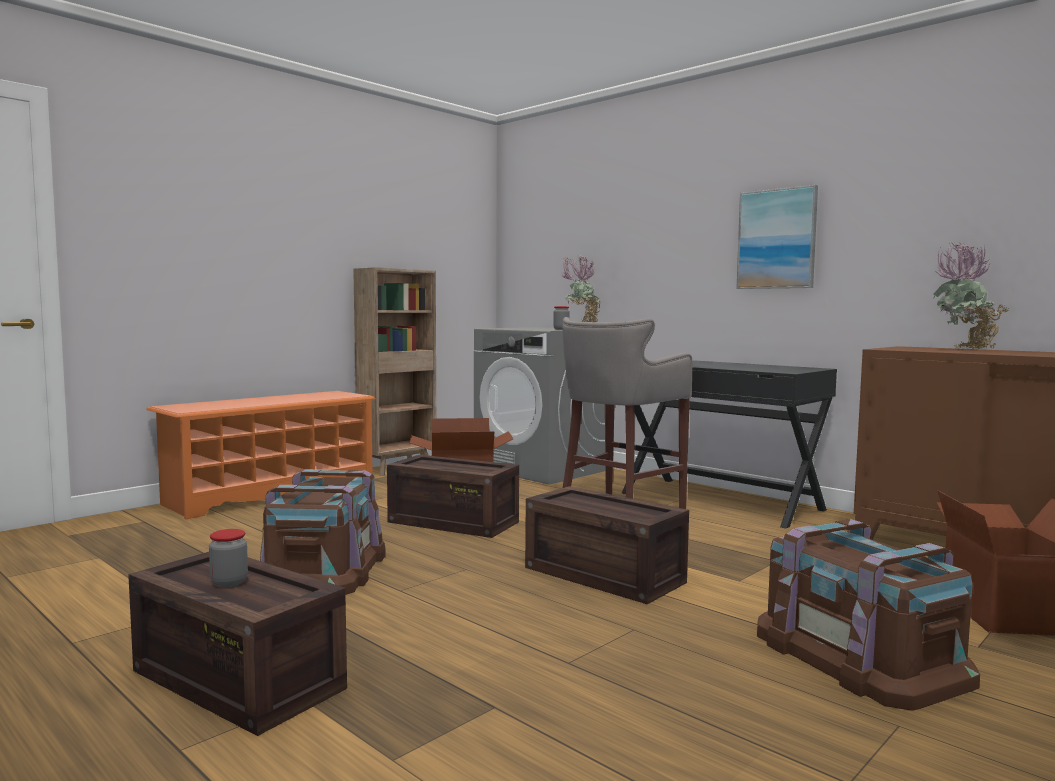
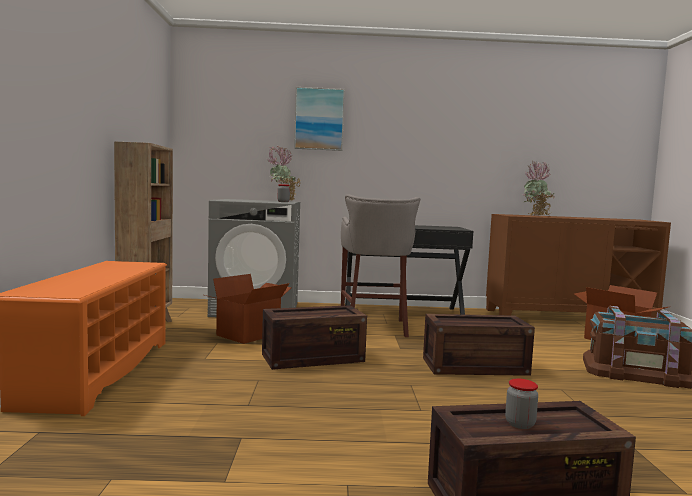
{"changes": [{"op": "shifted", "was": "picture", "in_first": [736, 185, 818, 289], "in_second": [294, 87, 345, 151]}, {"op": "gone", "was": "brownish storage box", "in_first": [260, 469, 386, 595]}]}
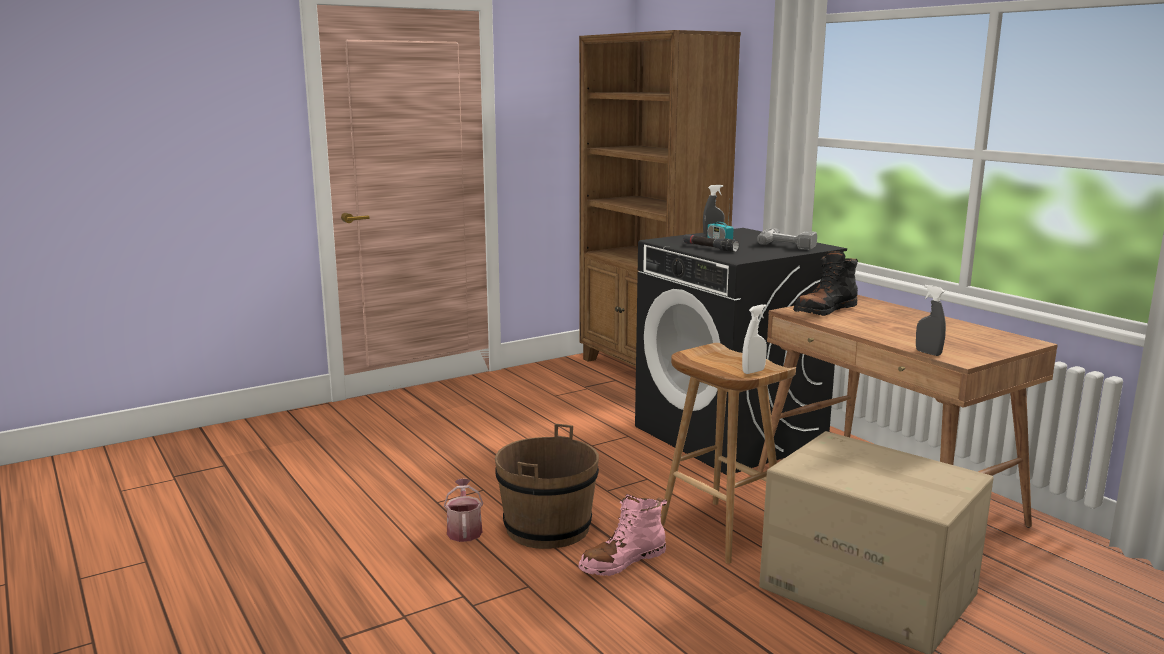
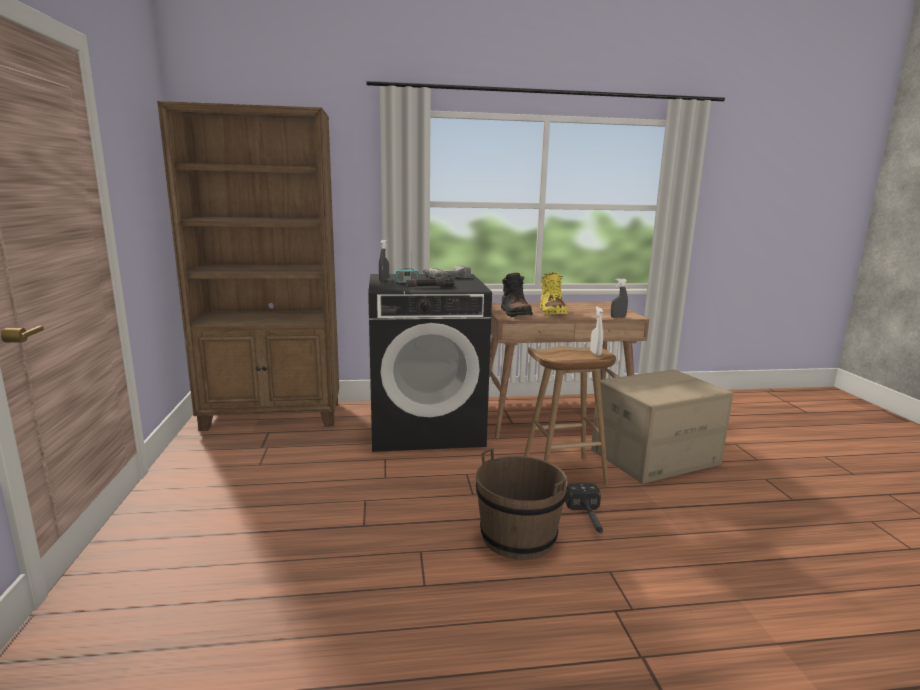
{"changes": [{"op": "new", "now": "yellow boot", "in_second": [540, 272, 568, 316]}, {"op": "swapped", "was": "pinkish boot", "now": "hammer", "in_first": [579, 494, 667, 576], "in_second": [565, 483, 603, 534]}, {"op": "gone", "was": "watering pot", "in_first": [444, 479, 483, 542]}]}
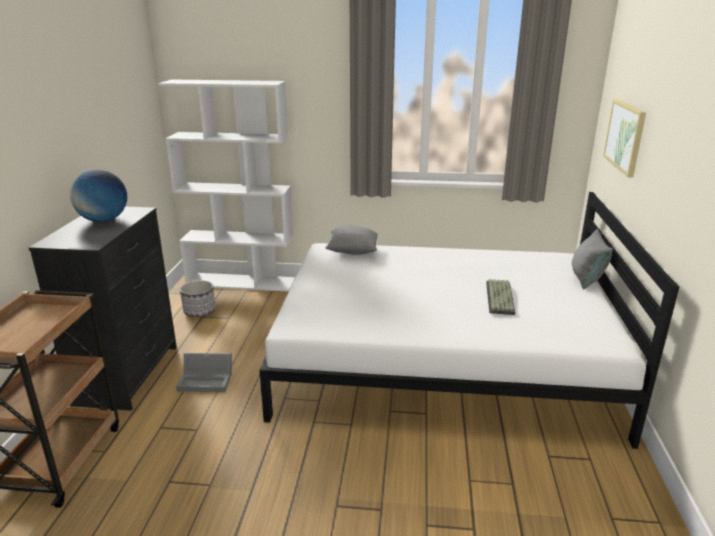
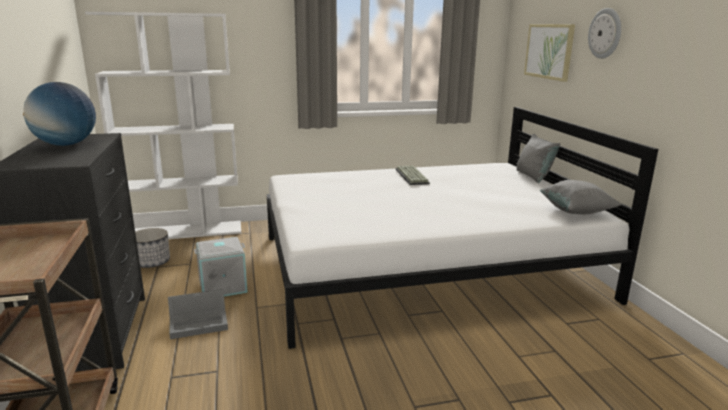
{"changes": [{"op": "new", "now": "greyish storage box", "in_second": [194, 237, 248, 296]}, {"op": "shifted", "was": "keyboard", "in_first": [486, 279, 515, 315], "in_second": [396, 166, 430, 185]}, {"op": "shifted", "was": "greyish throw pillow", "in_first": [326, 225, 378, 255], "in_second": [540, 180, 622, 214]}, {"op": "new", "now": "clock on the wall", "in_second": [588, 8, 621, 59]}]}
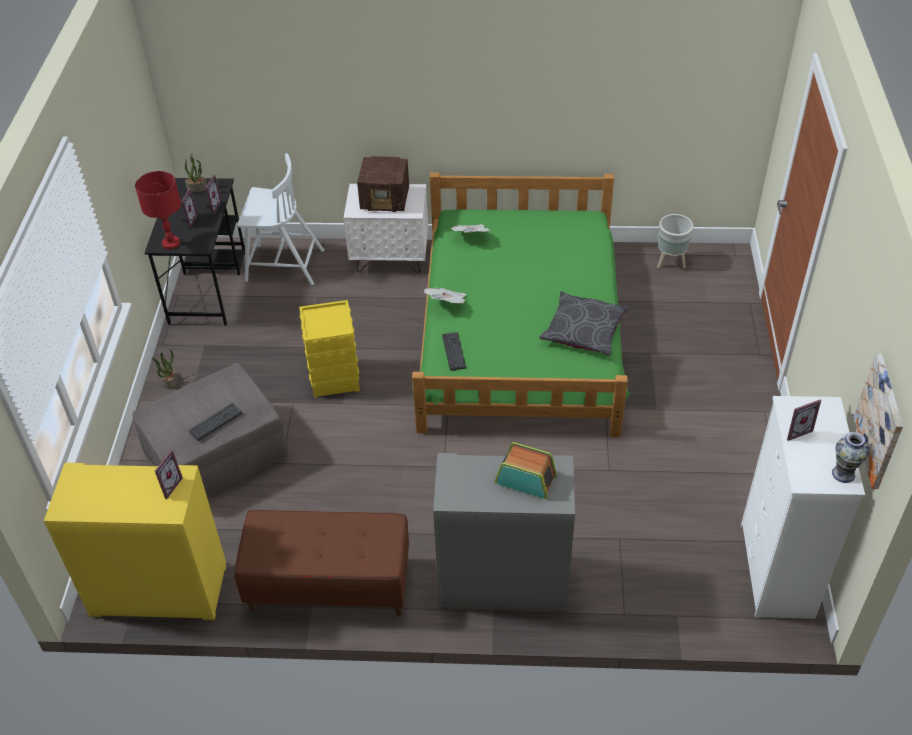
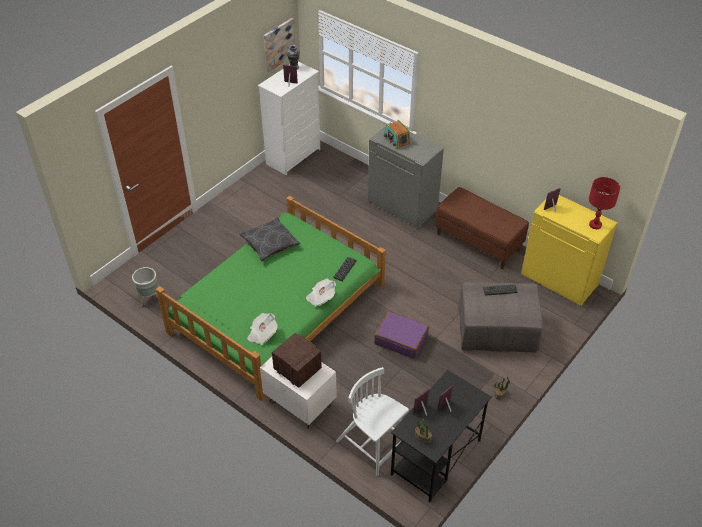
{"changes": [{"op": "swapped", "was": "yellow storage box", "now": "purplish piece of luggage", "in_first": [299, 300, 360, 398], "in_second": [374, 311, 429, 359]}, {"op": "shifted", "was": "reddish tabletop lamp", "in_first": [135, 171, 181, 250], "in_second": [589, 177, 620, 229]}]}
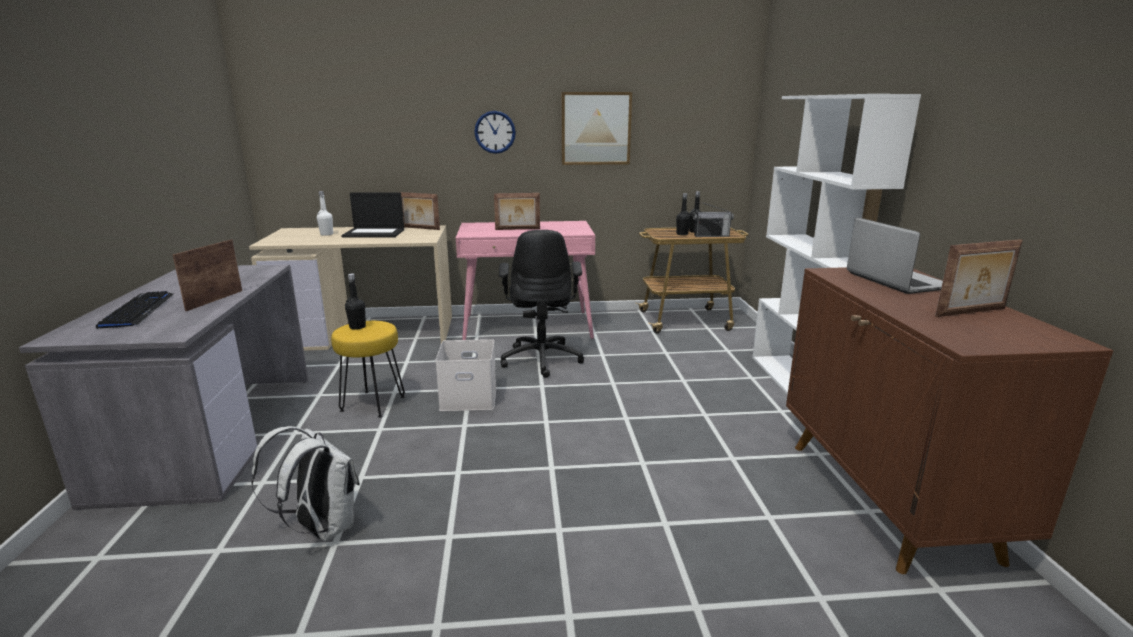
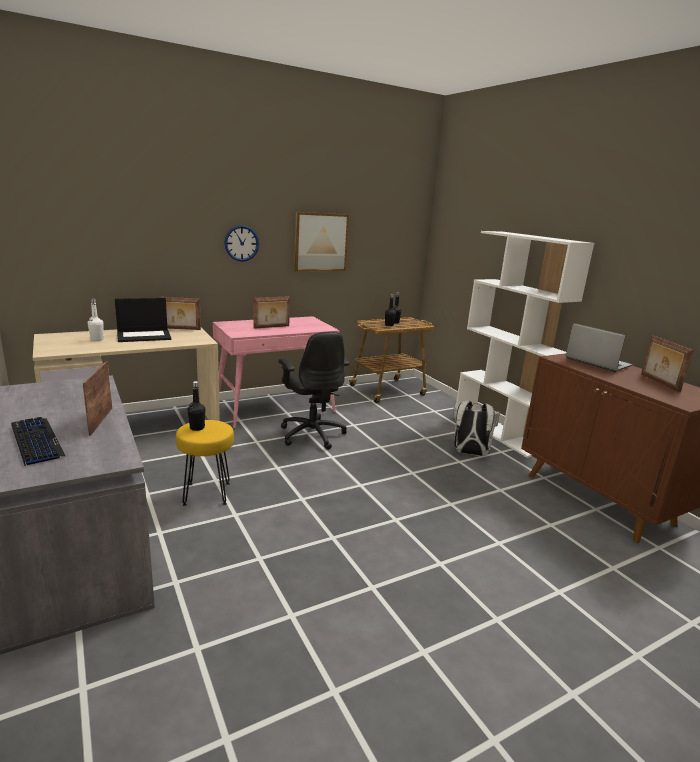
{"changes": [{"op": "shifted", "was": "white rucksack", "in_first": [251, 426, 360, 541], "in_second": [453, 401, 500, 456]}, {"op": "rotated", "was": "photo frame", "in_first": [935, 239, 1023, 317], "in_second": [641, 335, 693, 392], "clockwise": 120}, {"op": "gone", "was": "white storage box", "in_first": [435, 339, 497, 411]}, {"op": "gone", "was": "radio set", "in_first": [693, 202, 734, 237]}]}
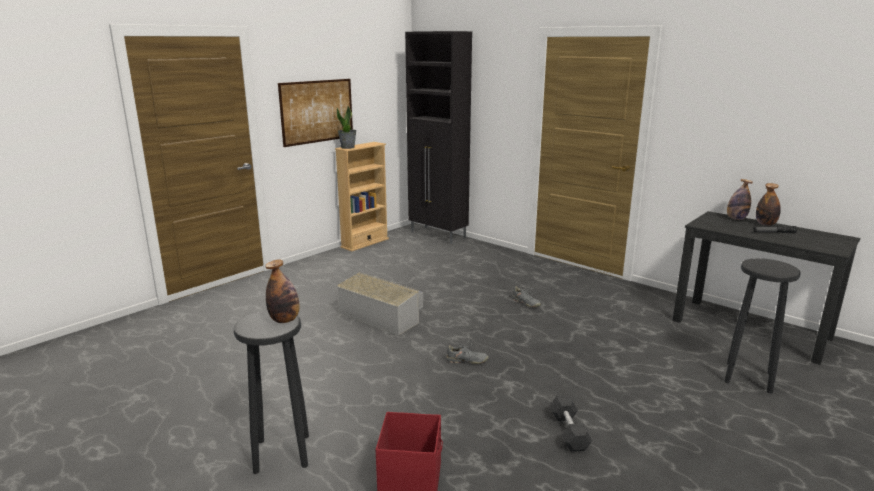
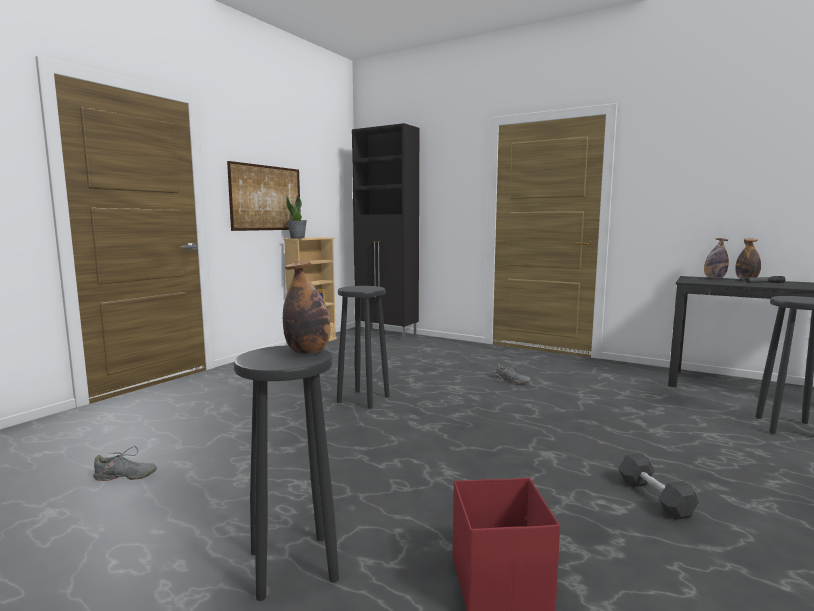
{"changes": [{"op": "shifted", "was": "greyish shoe", "in_first": [446, 340, 488, 364], "in_second": [93, 446, 157, 481]}, {"op": "swapped", "was": "greyish storage box", "now": "black-coloured sitting stool", "in_first": [337, 272, 423, 335], "in_second": [337, 286, 390, 409]}]}
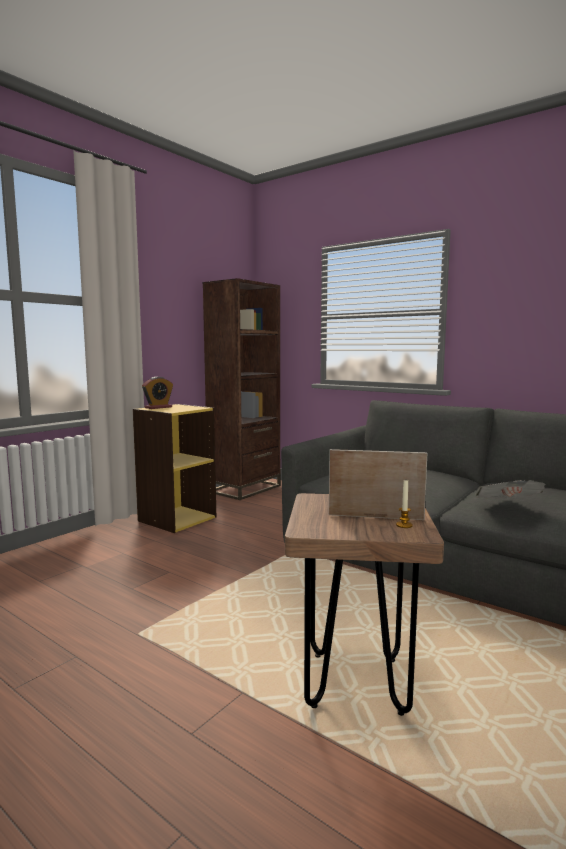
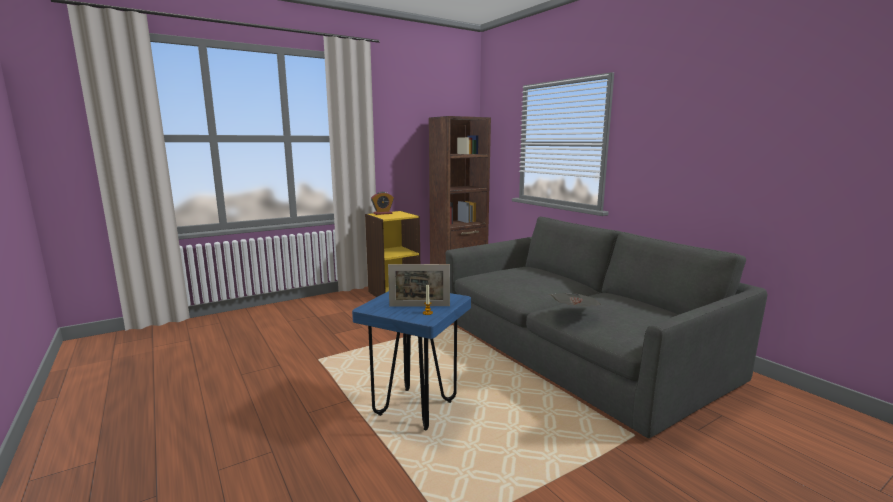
{"changes": [{"op": "repainted", "was": "brownish sitting stool", "now": "bluish sitting stool", "in_first": [285, 493, 444, 716], "in_second": [352, 291, 471, 430]}, {"op": "rotated", "was": "photo frame", "in_first": [329, 449, 427, 520], "in_second": [388, 264, 450, 307], "clockwise": 150}]}
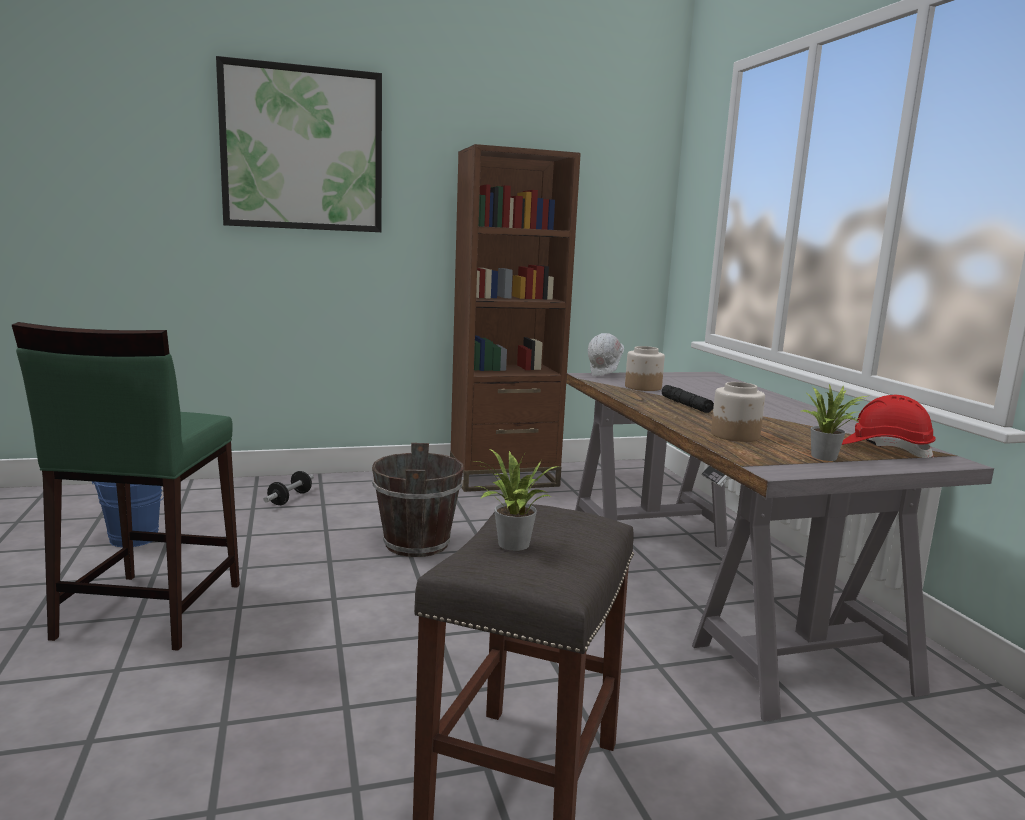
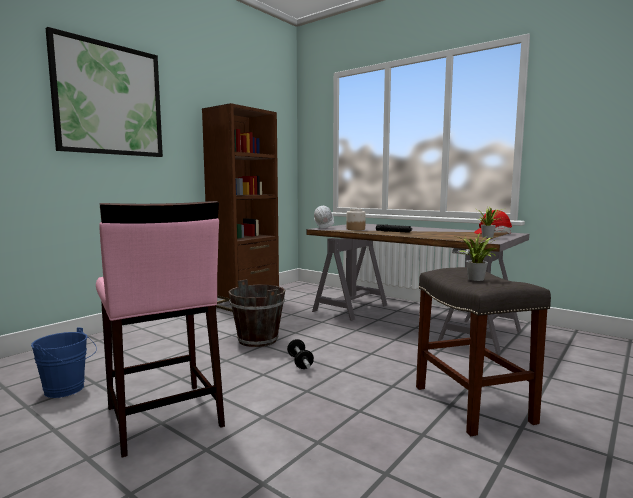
{"changes": [{"op": "repainted", "was": "greenish sitting stool", "now": "pinkish sitting stool", "in_first": [12, 322, 240, 651], "in_second": [96, 201, 225, 457]}, {"op": "shifted", "was": "dumbbell", "in_first": [264, 471, 314, 505], "in_second": [287, 339, 314, 369]}, {"op": "gone", "was": "preserve jar", "in_first": [711, 382, 765, 442]}]}
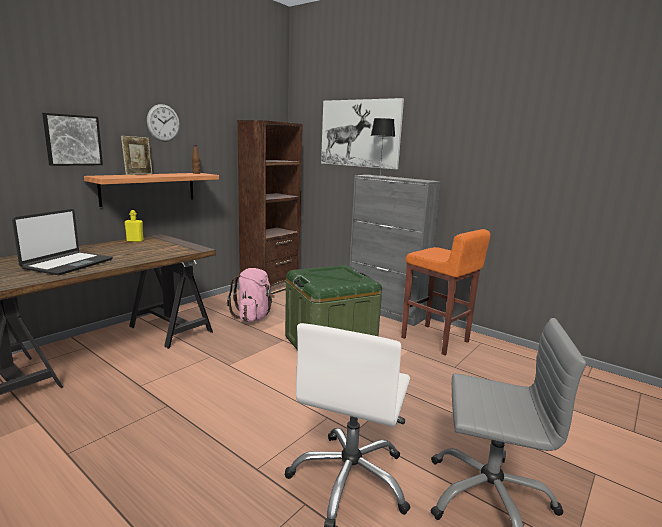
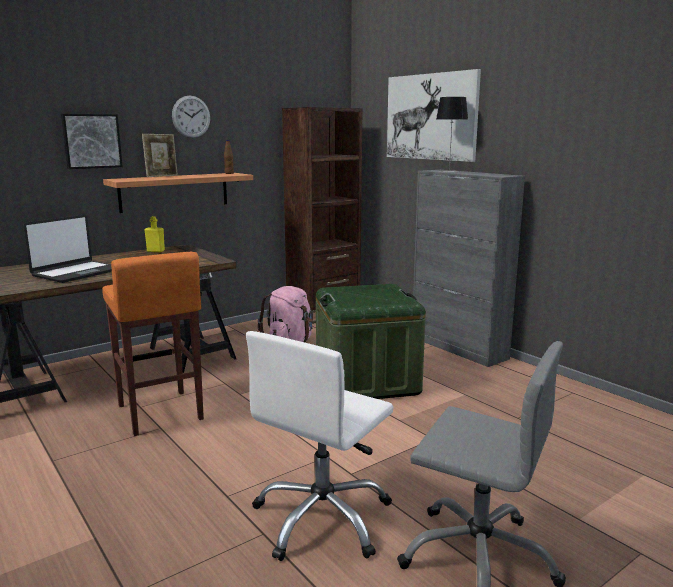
{"changes": [{"op": "shifted", "was": "orange-coloured sitting stool", "in_first": [401, 229, 490, 356], "in_second": [102, 252, 204, 436]}]}
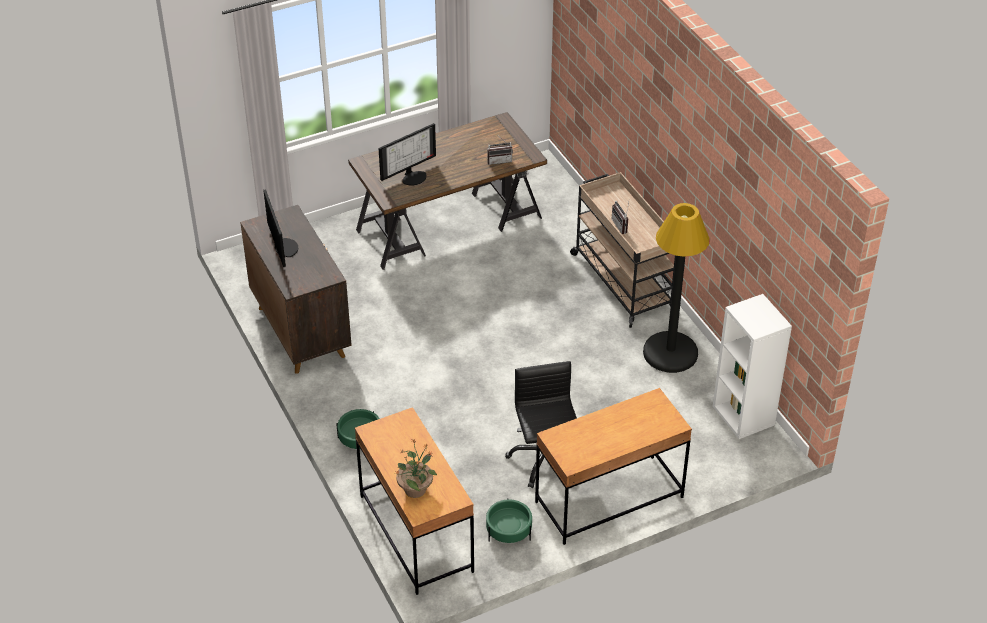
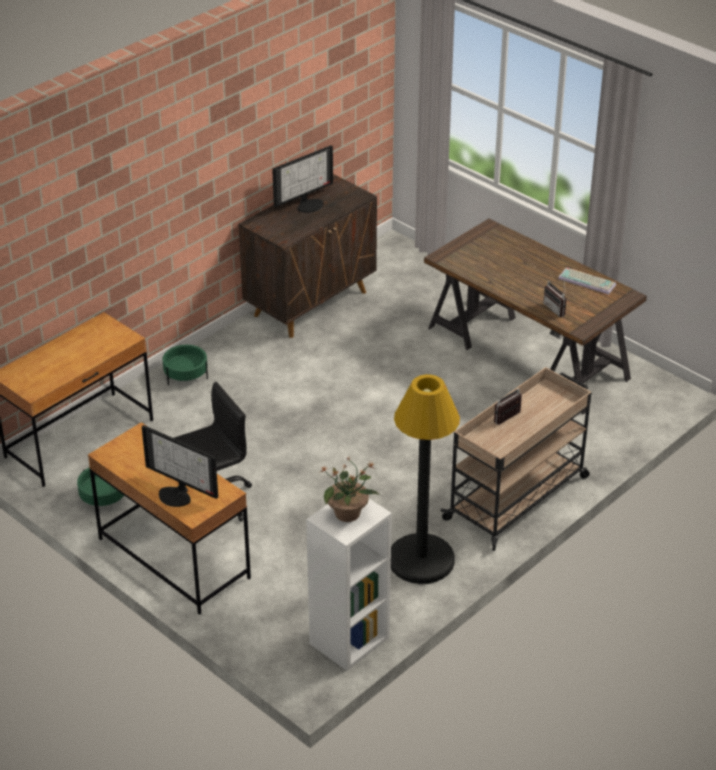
{"changes": [{"op": "shifted", "was": "monitor", "in_first": [379, 123, 436, 186], "in_second": [142, 425, 218, 507]}, {"op": "shifted", "was": "plant in a pot", "in_first": [395, 439, 437, 498], "in_second": [318, 457, 379, 522]}, {"op": "new", "now": "keyboard", "in_second": [558, 268, 616, 295]}]}
